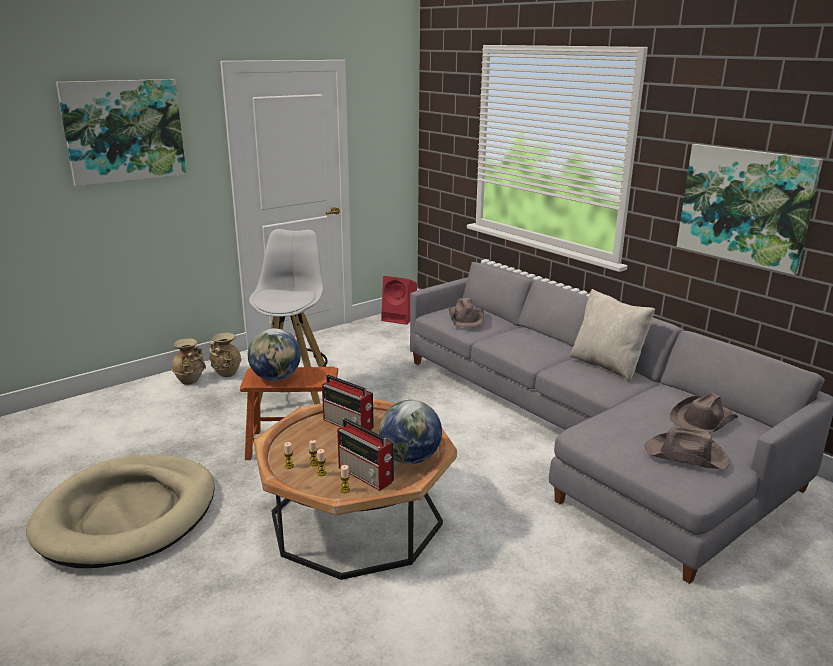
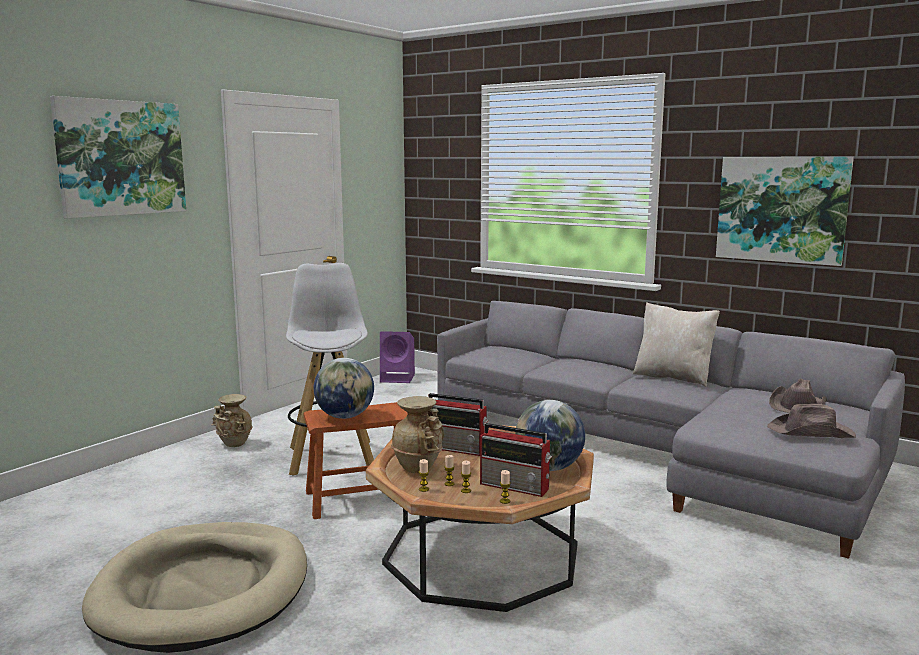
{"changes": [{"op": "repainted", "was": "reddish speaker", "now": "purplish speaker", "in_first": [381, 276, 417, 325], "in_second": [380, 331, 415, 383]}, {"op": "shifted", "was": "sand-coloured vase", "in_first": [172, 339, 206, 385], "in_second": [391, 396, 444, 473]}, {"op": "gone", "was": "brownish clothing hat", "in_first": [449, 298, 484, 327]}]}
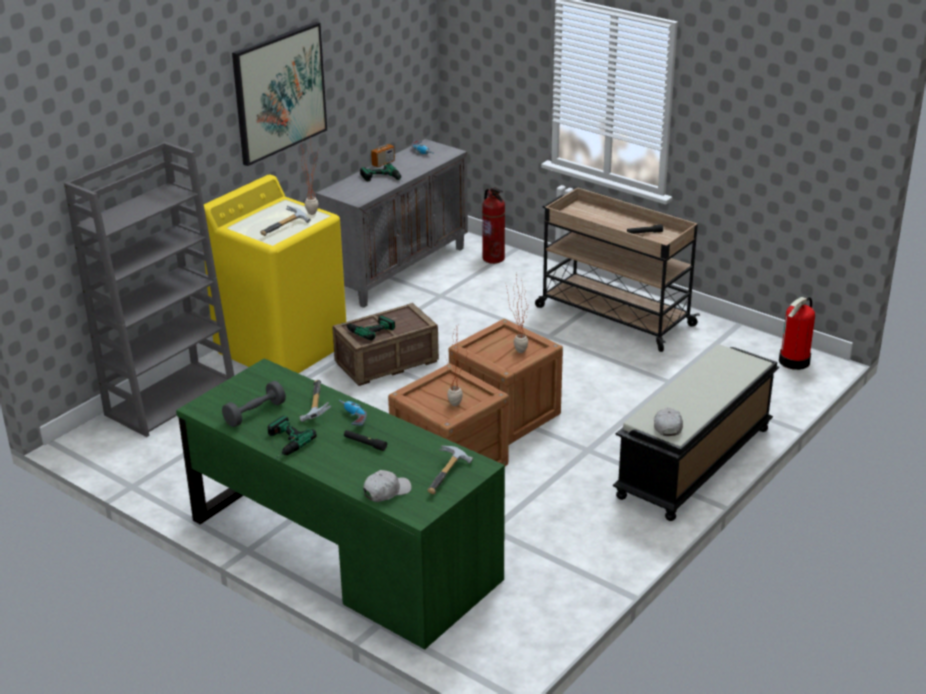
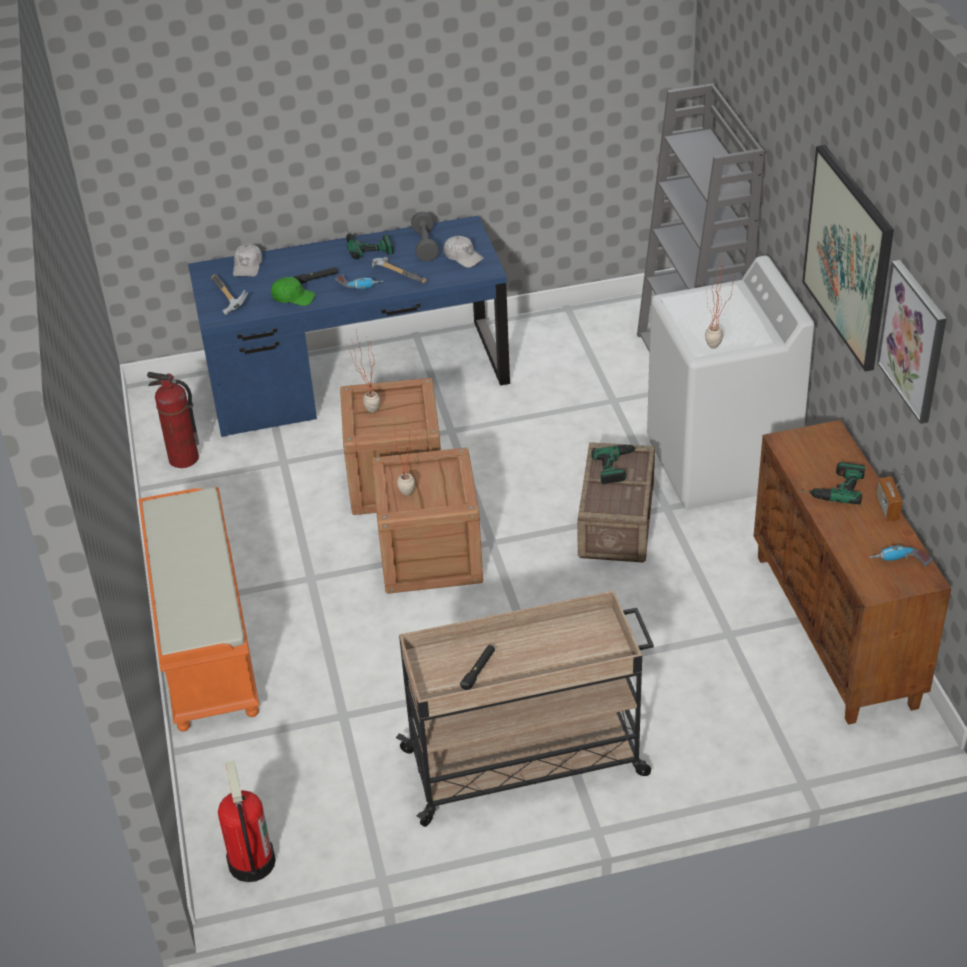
{"changes": [{"op": "repainted", "was": "black-coloured indoor bench", "now": "orange-coloured indoor bench", "in_first": [613, 344, 779, 521], "in_second": [139, 487, 259, 732]}, {"op": "shifted", "was": "fire-fighting cylinder", "in_first": [482, 187, 505, 264], "in_second": [147, 372, 199, 468]}, {"op": "repainted", "was": "greenish desk unit", "now": "bluish desk unit", "in_first": [176, 358, 505, 649], "in_second": [188, 215, 510, 437]}, {"op": "new", "now": "greenish cap", "in_second": [271, 277, 316, 306]}, {"op": "shifted", "was": "white cap", "in_first": [654, 408, 683, 436], "in_second": [443, 236, 484, 268]}, {"op": "repainted", "was": "yellow washing machine", "now": "white washing machine", "in_first": [203, 175, 346, 374], "in_second": [647, 256, 814, 510]}, {"op": "repainted", "was": "greyish cupboard", "now": "brownish cupboard", "in_first": [316, 139, 468, 308], "in_second": [754, 420, 951, 725]}, {"op": "new", "now": "picture", "in_second": [877, 260, 947, 424]}, {"op": "gone", "was": "hammer", "in_first": [260, 206, 310, 236]}]}
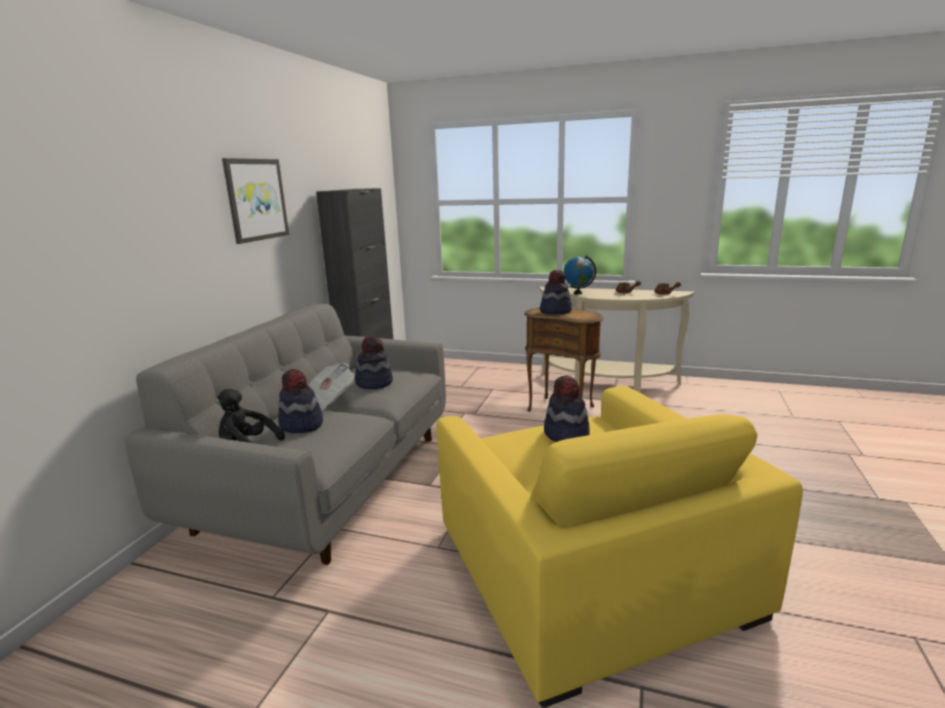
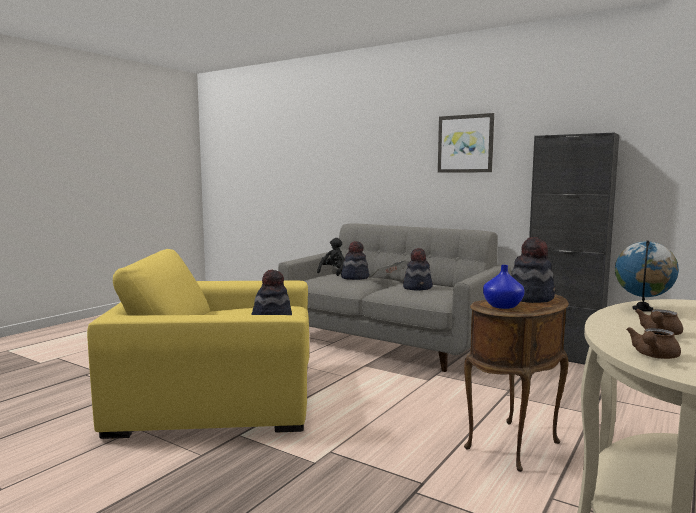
{"changes": [{"op": "new", "now": "bluish vase", "in_second": [483, 265, 525, 309]}]}
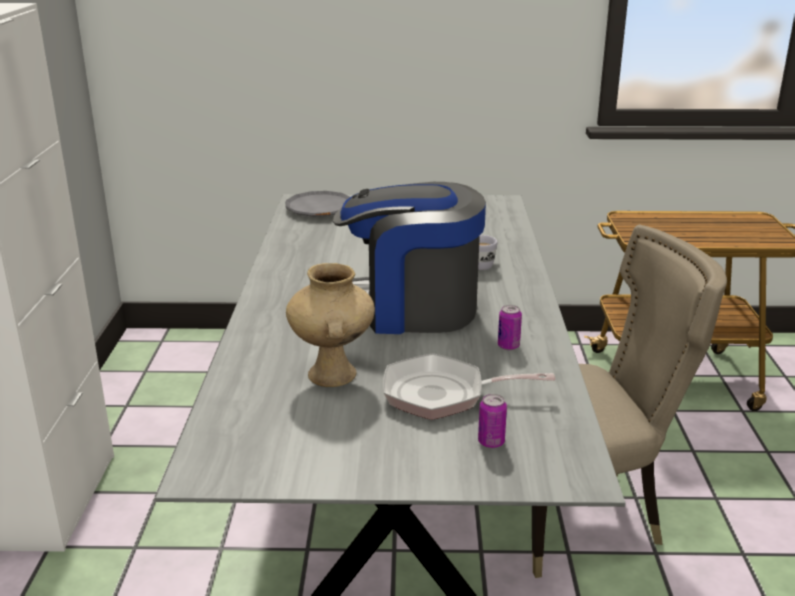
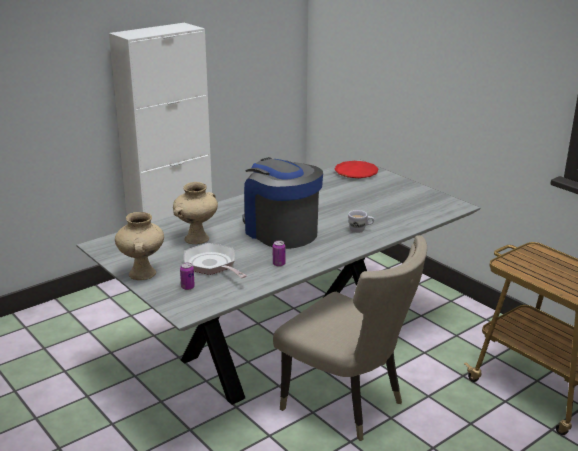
{"changes": [{"op": "new", "now": "sand-coloured vase", "in_second": [115, 212, 164, 280]}, {"op": "repainted", "was": "greyish plate", "now": "reddish plate", "in_first": [285, 191, 350, 217], "in_second": [334, 161, 379, 178]}]}
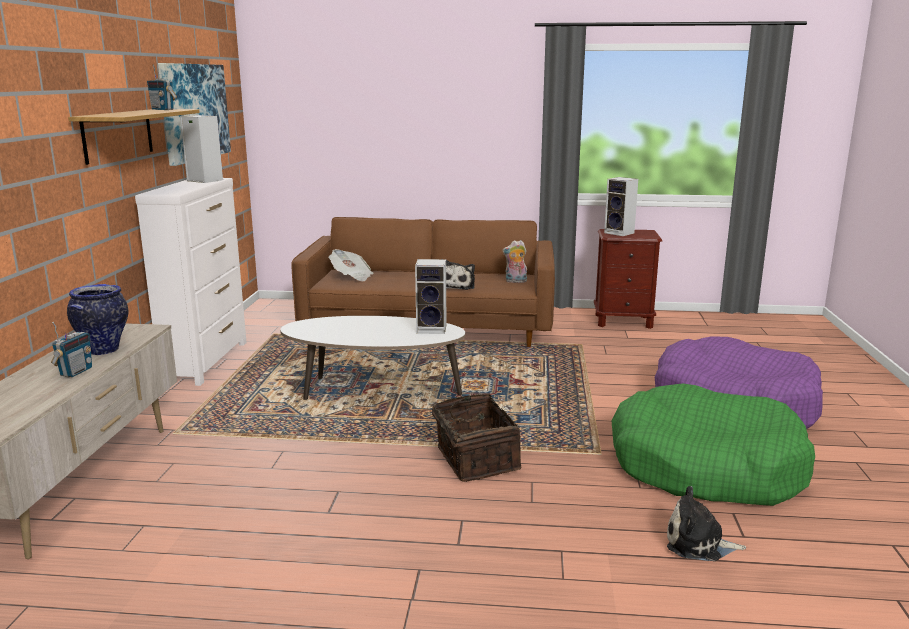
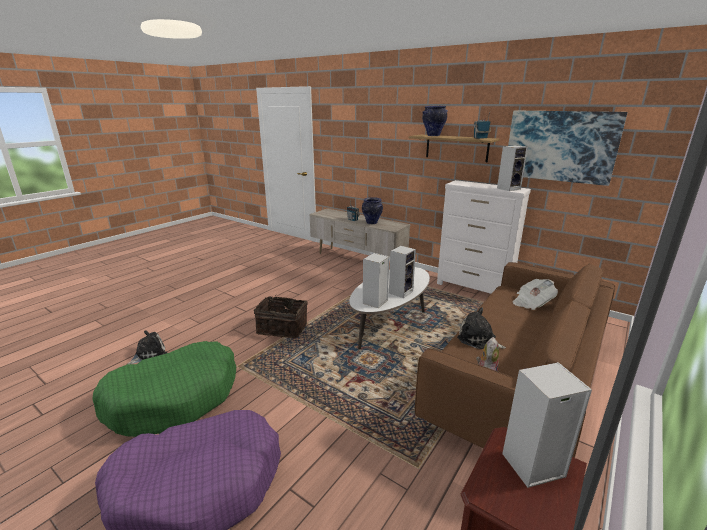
{"changes": [{"op": "new", "now": "speaker", "in_second": [389, 246, 416, 298]}, {"op": "new", "now": "vase", "in_second": [422, 106, 448, 136]}]}
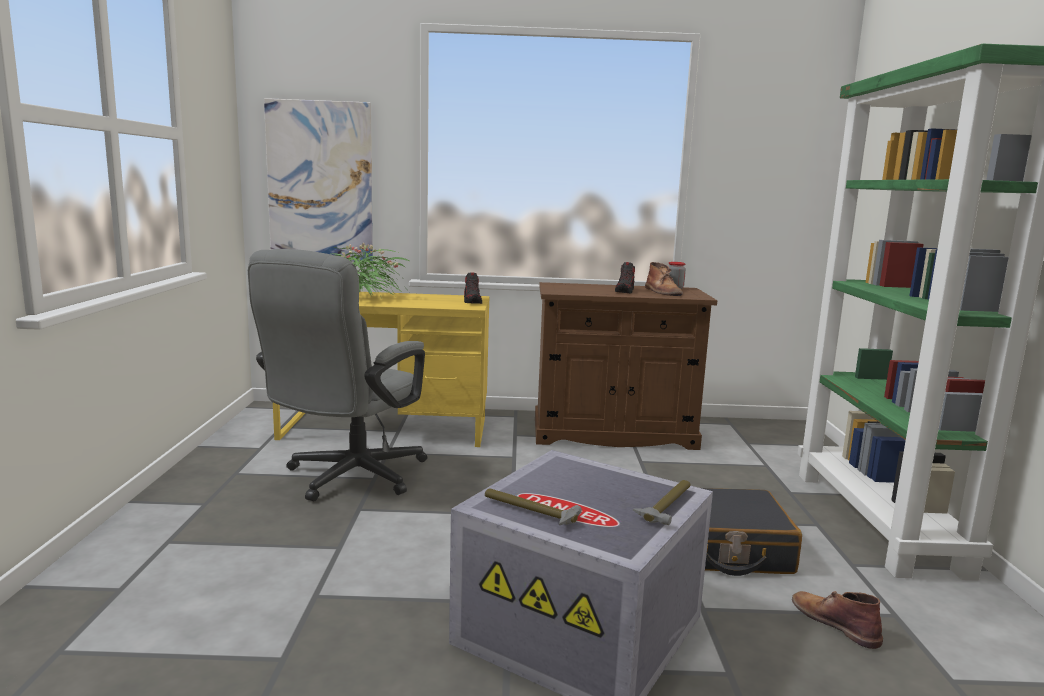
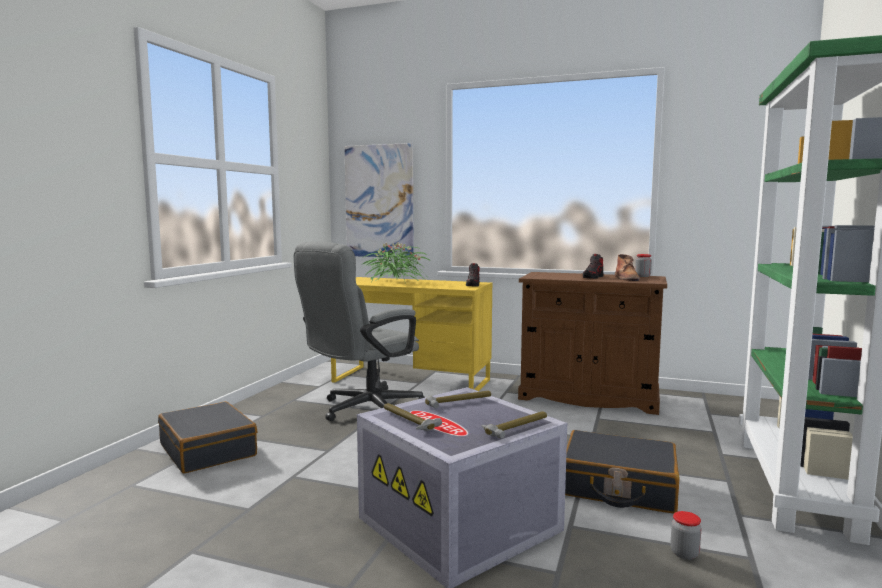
{"changes": [{"op": "new", "now": "black-coloured piece of luggage", "in_second": [158, 401, 257, 474]}, {"op": "new", "now": "hammer", "in_second": [425, 391, 491, 408]}, {"op": "swapped", "was": "brownish boot", "now": "preserve jar", "in_first": [792, 591, 883, 649], "in_second": [670, 511, 701, 560]}]}
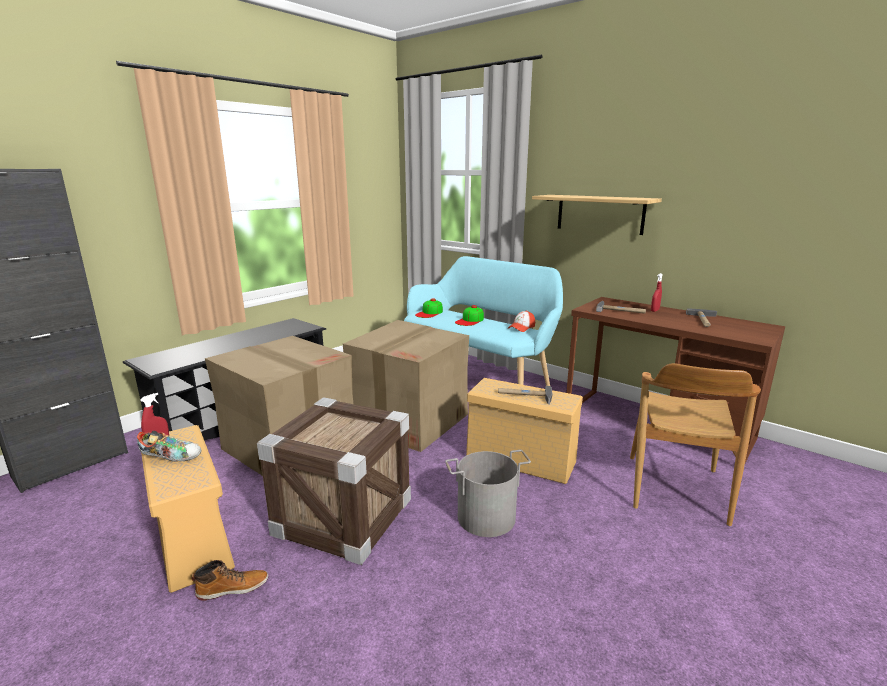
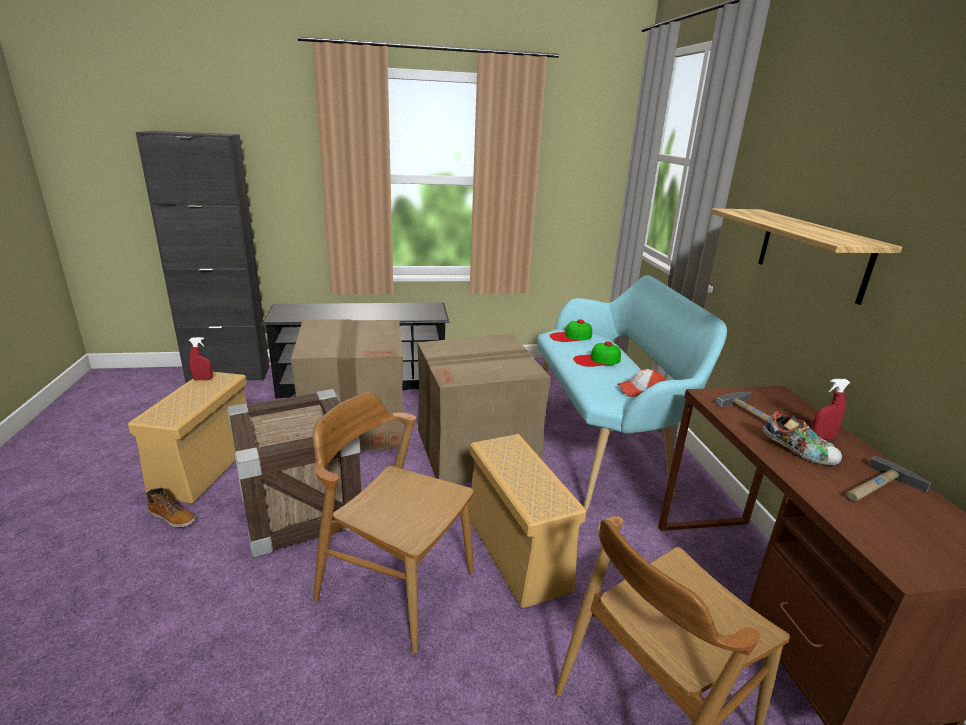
{"changes": [{"op": "swapped", "was": "greyish bucket", "now": "brownish upright chair", "in_first": [445, 450, 531, 537], "in_second": [313, 392, 474, 654]}, {"op": "shifted", "was": "shoe", "in_first": [137, 431, 201, 461], "in_second": [763, 411, 842, 466]}, {"op": "gone", "was": "hammer", "in_first": [498, 386, 553, 405]}]}
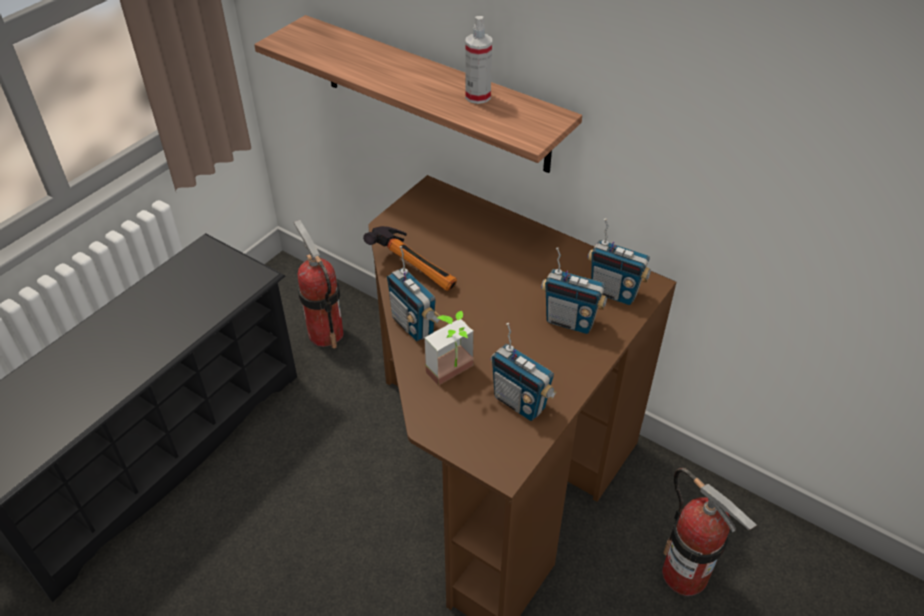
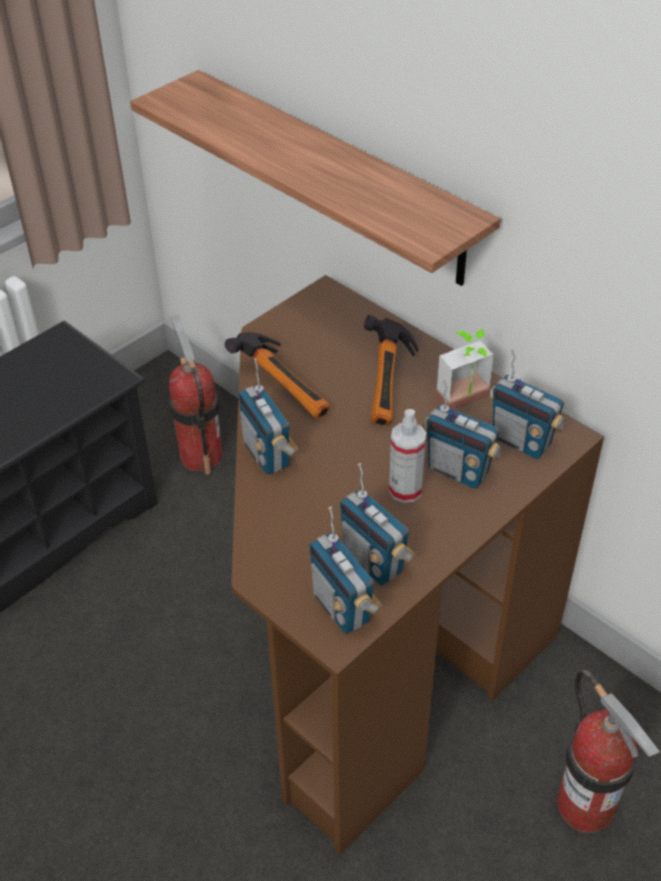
{"changes": [{"op": "new", "now": "radio set", "in_second": [309, 507, 382, 634]}, {"op": "new", "now": "hammer", "in_second": [364, 315, 419, 426]}, {"op": "shifted", "was": "hand sprayer", "in_first": [465, 16, 492, 104], "in_second": [389, 409, 426, 503]}, {"op": "shifted", "was": "plant in a pot", "in_first": [424, 311, 474, 386], "in_second": [436, 330, 494, 410]}]}
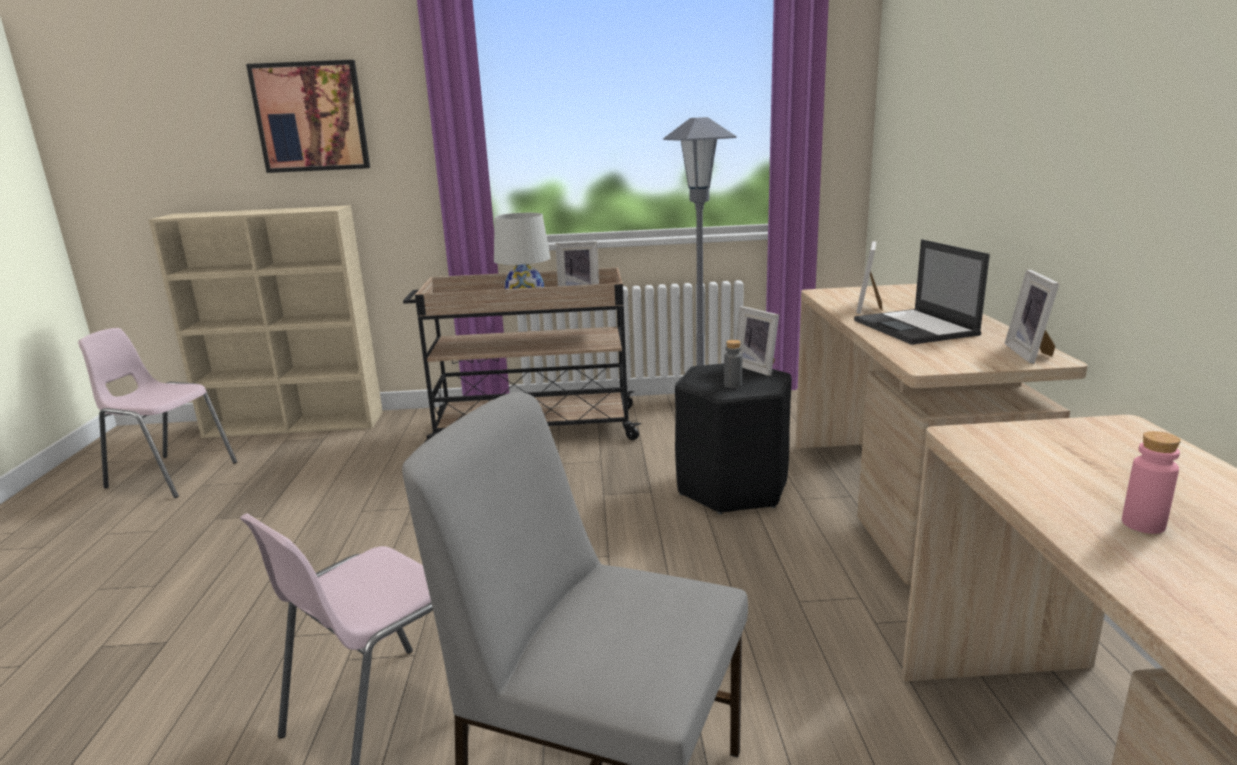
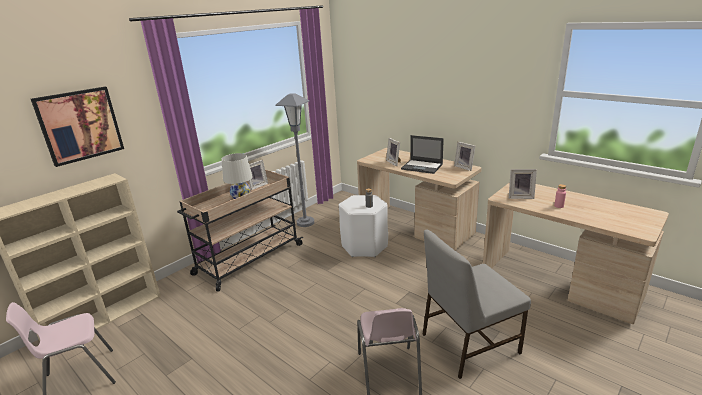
{"changes": [{"op": "repainted", "was": "black-coloured sitting stool", "now": "white sitting stool", "in_first": [675, 363, 792, 514], "in_second": [339, 195, 388, 257]}, {"op": "shifted", "was": "photo frame", "in_first": [736, 306, 779, 376], "in_second": [509, 169, 537, 199]}]}
